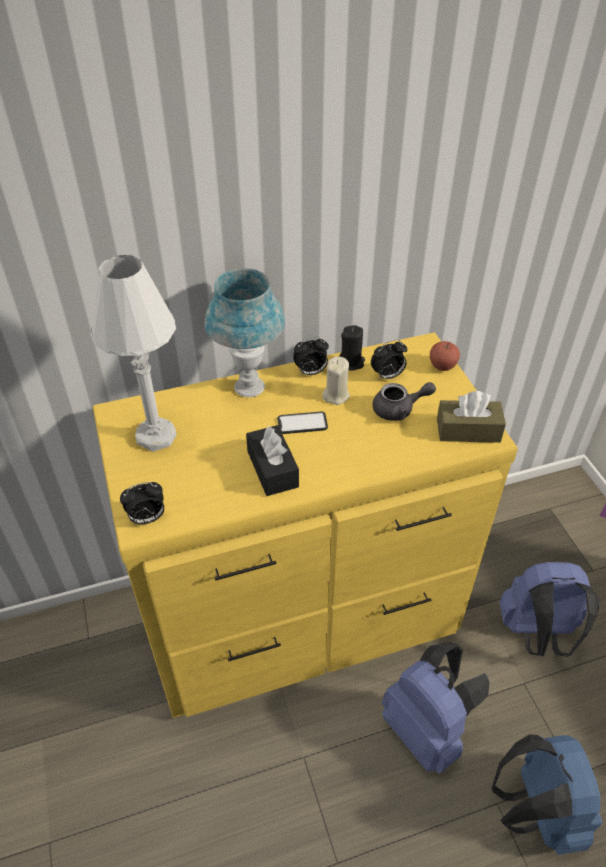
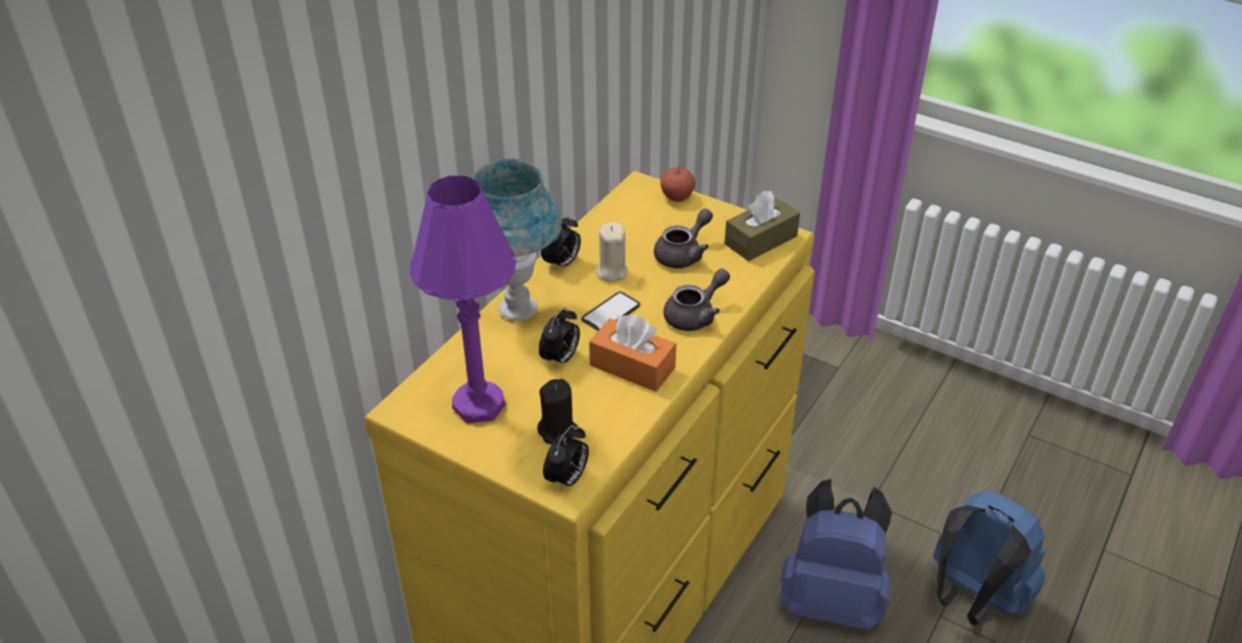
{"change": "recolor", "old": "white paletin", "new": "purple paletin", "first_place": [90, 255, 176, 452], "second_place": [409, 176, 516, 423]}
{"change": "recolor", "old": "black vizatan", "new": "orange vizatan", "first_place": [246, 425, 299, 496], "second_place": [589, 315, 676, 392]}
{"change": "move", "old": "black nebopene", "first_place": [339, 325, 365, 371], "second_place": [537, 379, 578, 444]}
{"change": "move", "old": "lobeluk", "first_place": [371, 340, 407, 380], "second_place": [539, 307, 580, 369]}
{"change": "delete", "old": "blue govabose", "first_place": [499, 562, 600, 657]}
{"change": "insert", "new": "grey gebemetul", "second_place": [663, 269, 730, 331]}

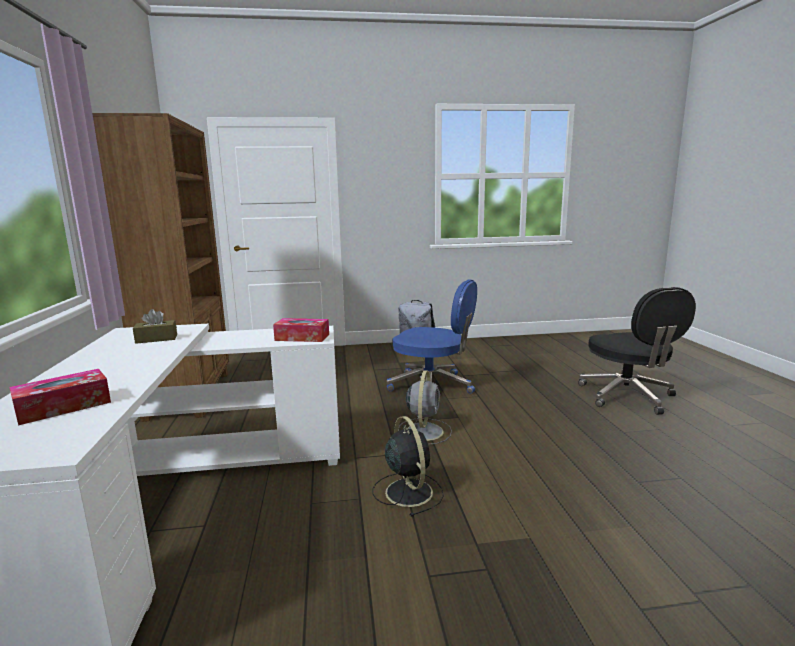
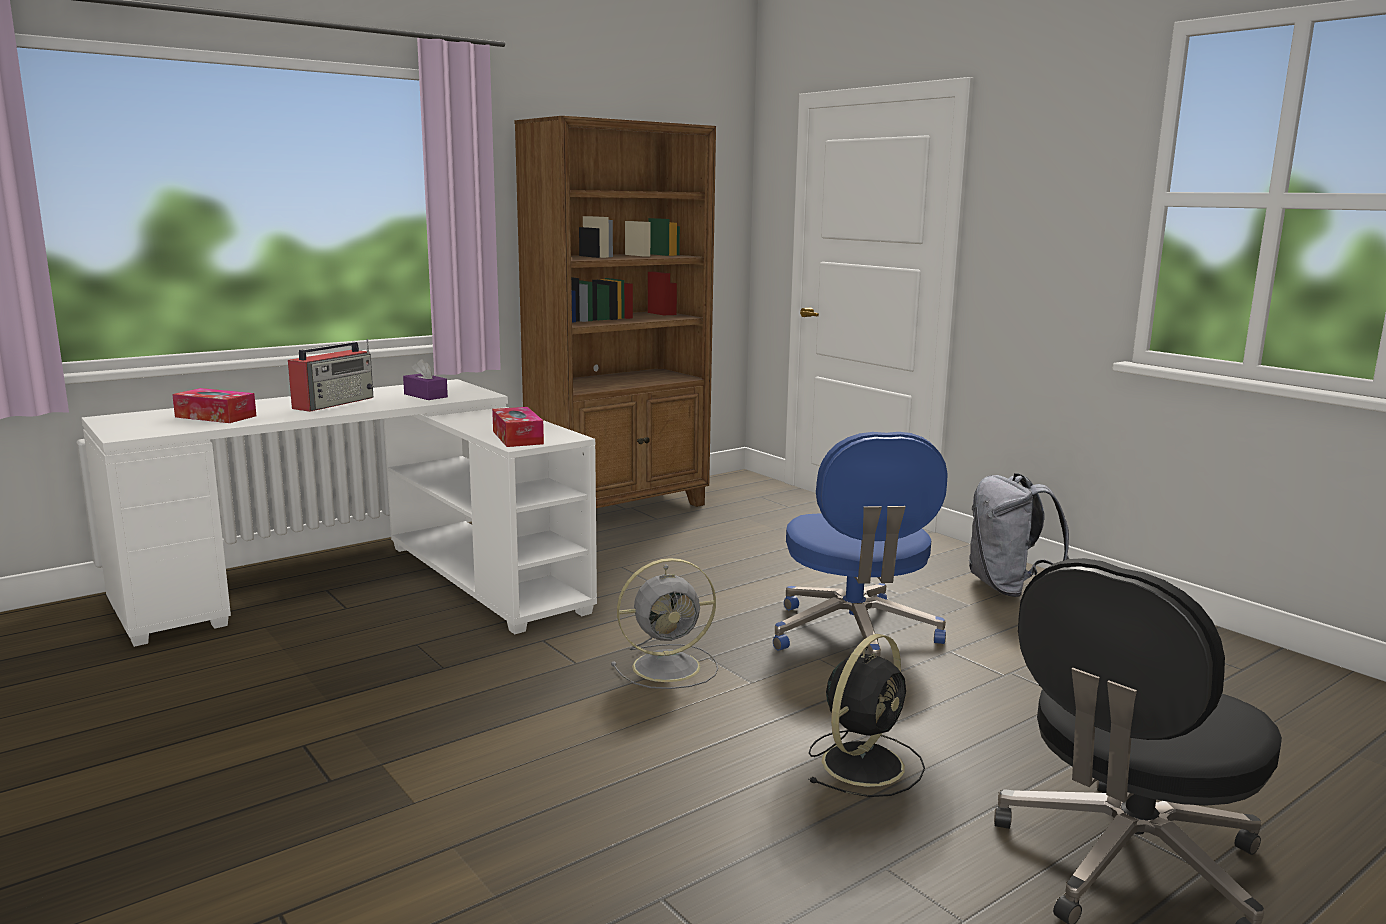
{"change": "recolor", "old": "brown vizatan", "new": "purple vizatan", "first_place": [133, 309, 177, 344], "second_place": [403, 359, 448, 400]}
{"change": "move", "old": "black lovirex", "first_place": [373, 416, 444, 517], "second_place": [808, 634, 925, 797]}
{"change": "insert", "new": "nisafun", "second_place": [288, 339, 373, 412]}

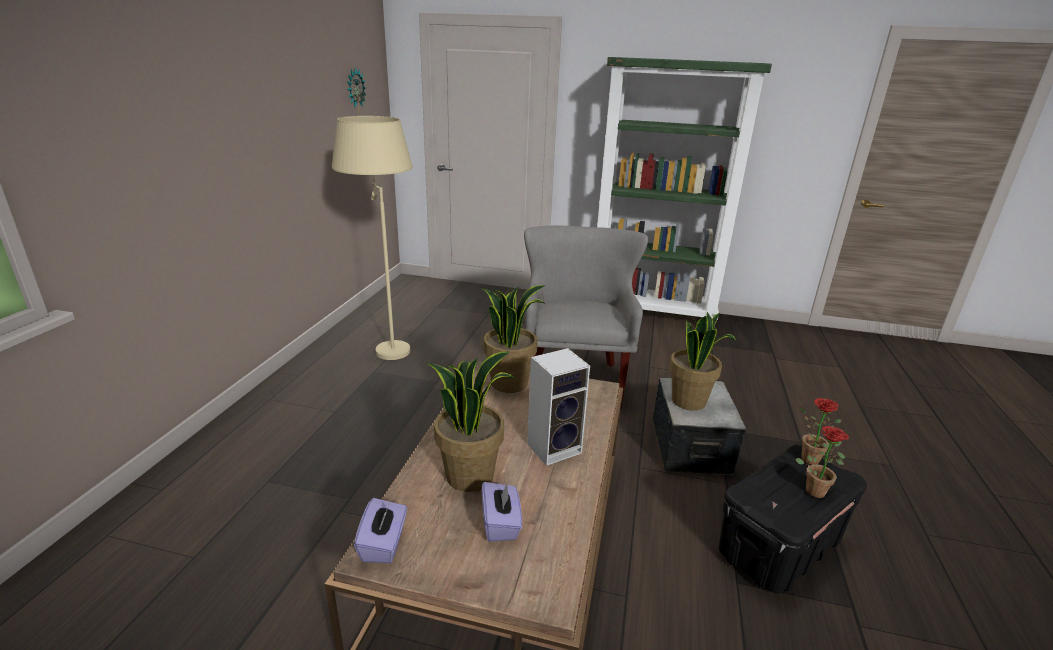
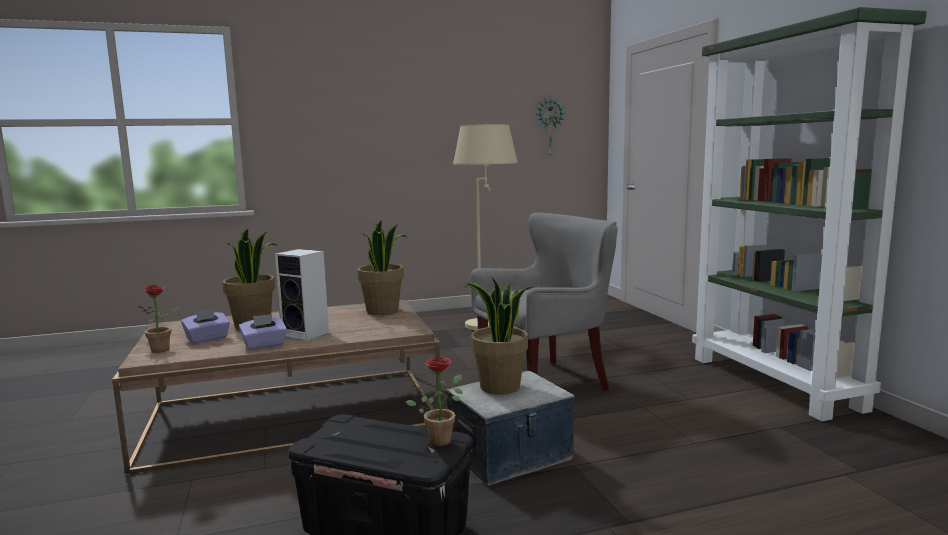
{"change": "move", "old": "purple vizatan", "first_place": [354, 498, 407, 563], "second_place": [239, 314, 287, 350]}
{"change": "move", "old": "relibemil", "first_place": [795, 426, 849, 498], "second_place": [138, 285, 178, 353]}

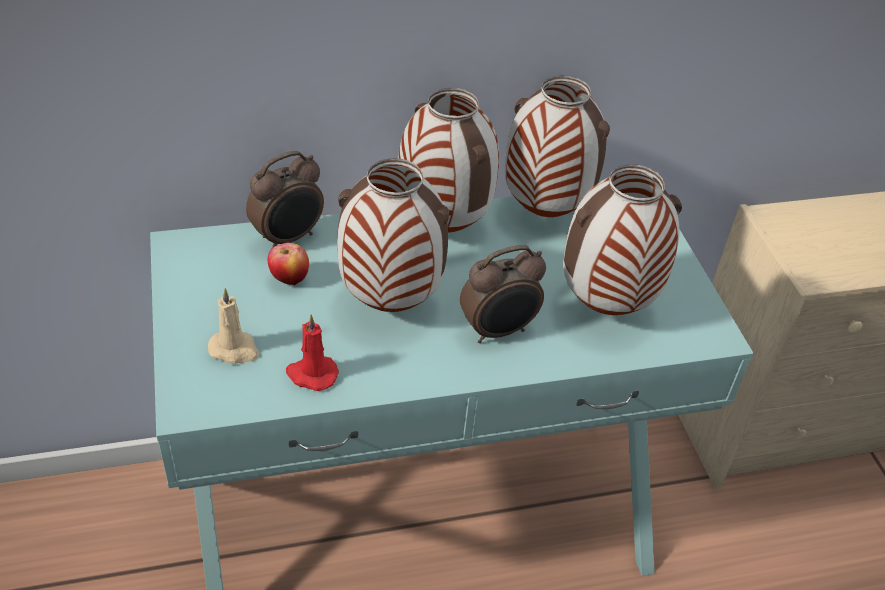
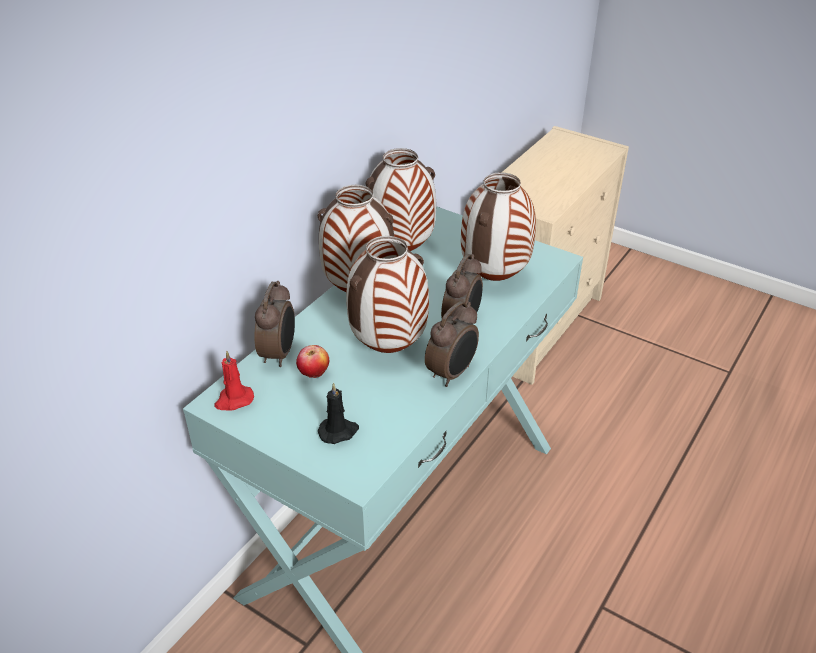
{"change": "recolor", "old": "beige nebopene", "new": "black nebopene", "first_place": [208, 288, 259, 364], "second_place": [318, 383, 359, 444]}
{"change": "move", "old": "red nebopene", "first_place": [286, 315, 339, 391], "second_place": [214, 350, 254, 411]}
{"change": "insert", "new": "lobeluk", "second_place": [425, 301, 479, 387]}

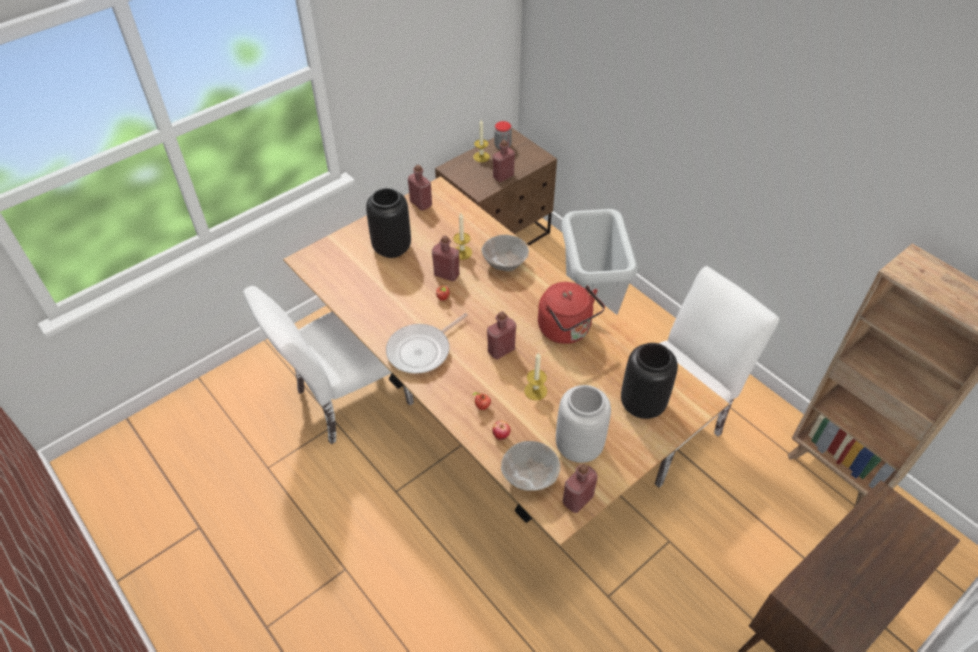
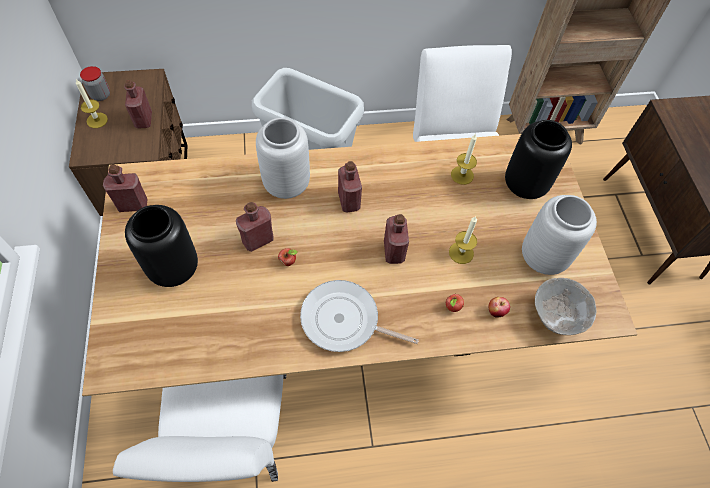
{"change": "rotate", "old": "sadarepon", "first_place": [386, 313, 468, 374], "second_place": [300, 280, 419, 352], "degrees": 120}
{"change": "move", "old": "nebopene", "first_place": [453, 213, 472, 260], "second_place": [451, 133, 477, 185]}
{"change": "replace", "old": "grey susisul", "new": "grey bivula", "first_place": [481, 235, 529, 272], "second_place": [256, 118, 310, 199]}
{"change": "delete", "old": "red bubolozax", "first_place": [538, 282, 605, 344]}
{"change": "move", "old": "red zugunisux", "first_place": [563, 464, 598, 513], "second_place": [338, 161, 362, 213]}

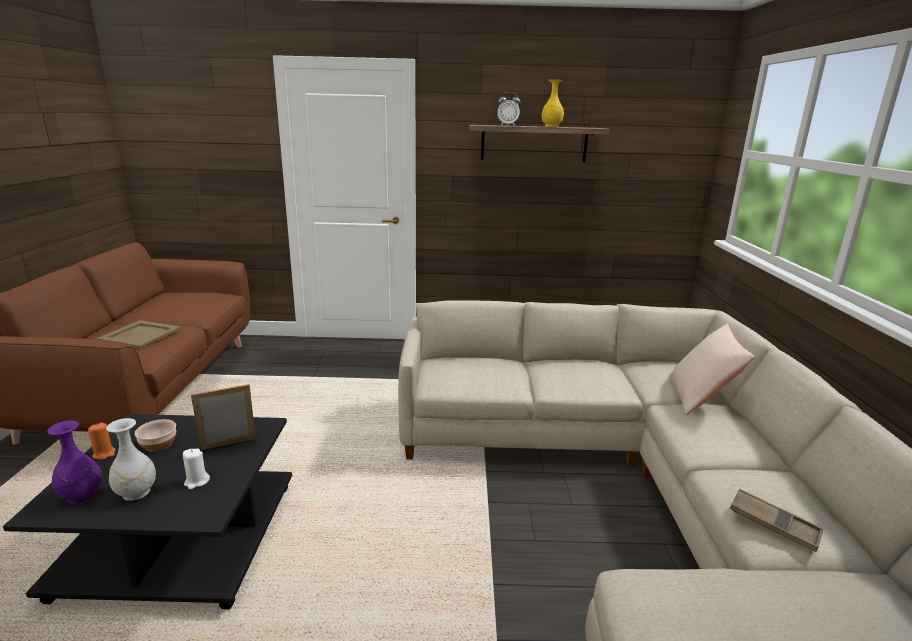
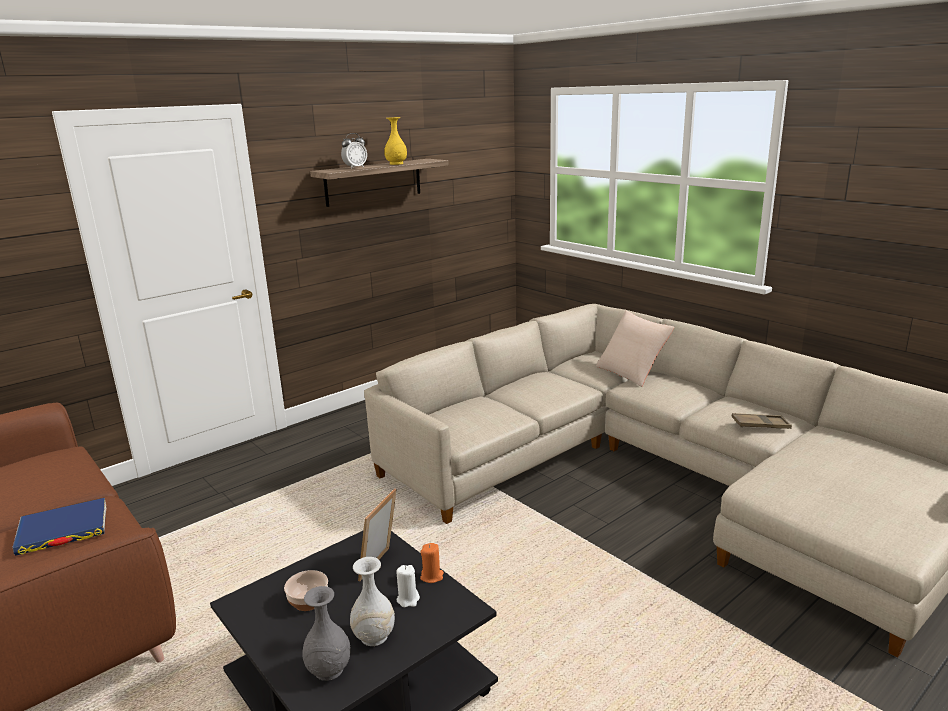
{"change": "recolor", "old": "purple bivula", "new": "grey bivula", "first_place": [47, 421, 102, 504], "second_place": [302, 586, 351, 681]}
{"change": "move", "old": "orange nebopene", "first_place": [88, 423, 116, 460], "second_place": [420, 543, 444, 583]}
{"change": "replace", "old": "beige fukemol", "new": "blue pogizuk", "first_place": [96, 320, 181, 348], "second_place": [12, 498, 107, 556]}

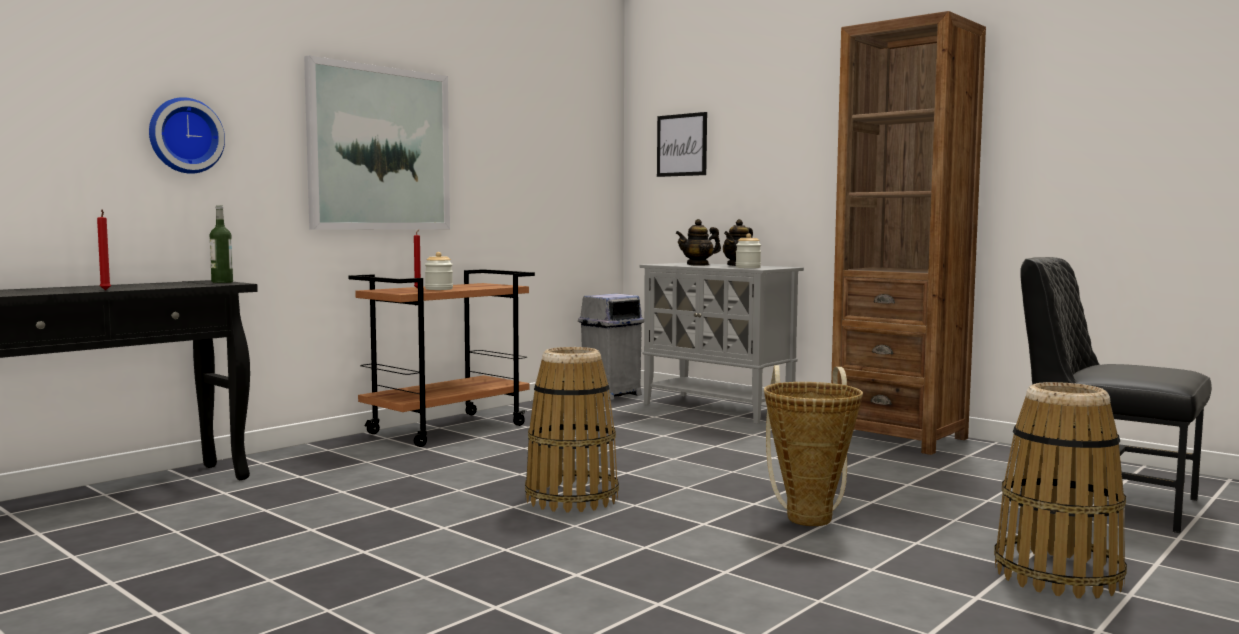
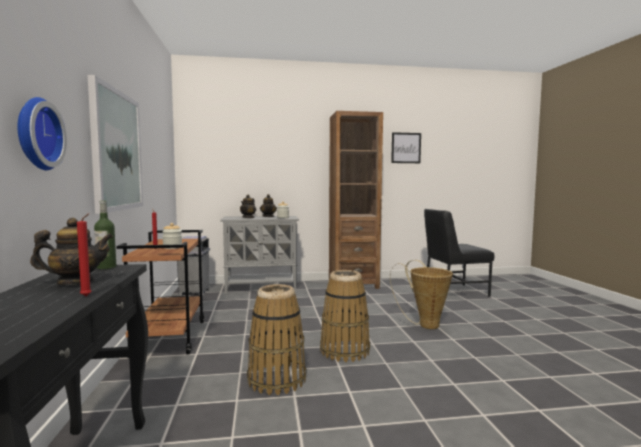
{"change": "move", "old": "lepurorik", "first_place": [657, 112, 707, 177], "second_place": [391, 132, 421, 163]}
{"change": "move", "old": "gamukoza", "first_place": [994, 382, 1127, 598], "second_place": [247, 284, 306, 395]}
{"change": "insert", "new": "gebemetul", "second_place": [30, 218, 113, 285]}

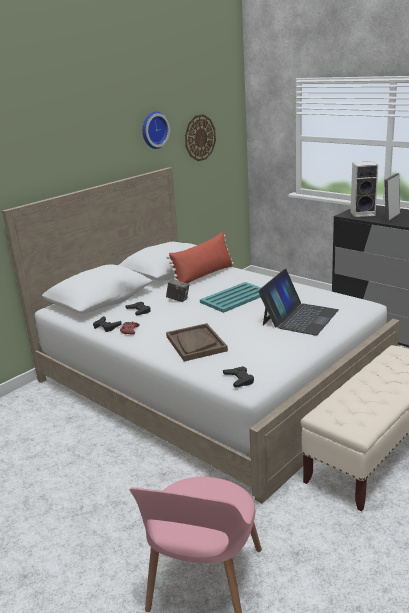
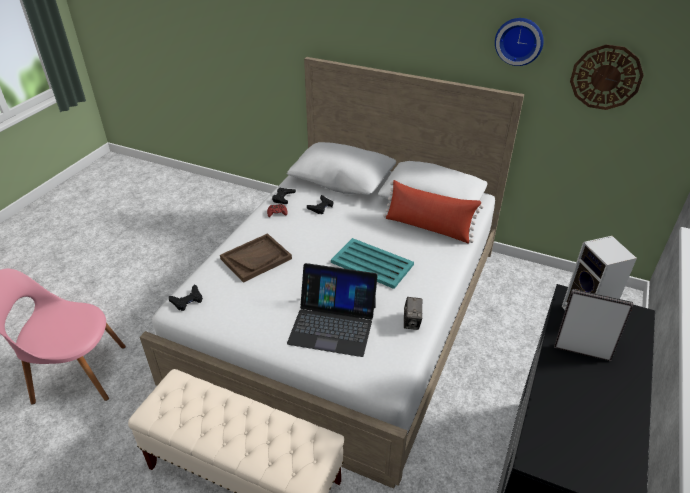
{"change": "move", "old": "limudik", "first_place": [166, 279, 189, 302], "second_place": [404, 297, 423, 330]}

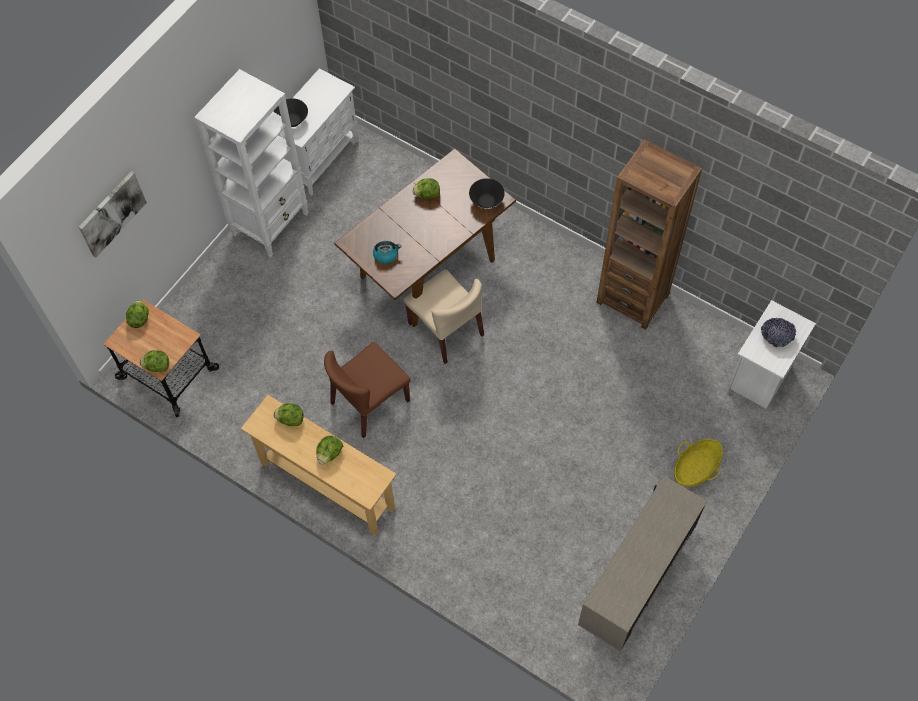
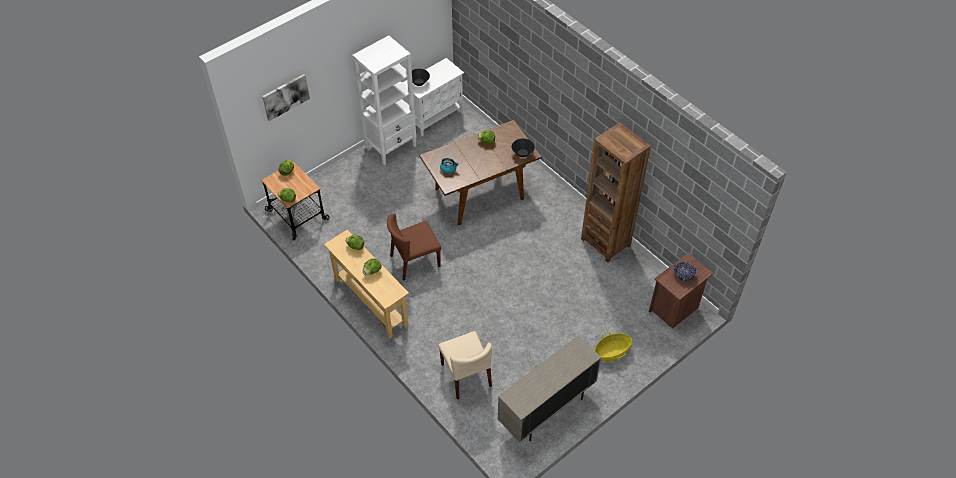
{"change": "move", "old": "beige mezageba", "first_place": [404, 269, 484, 364], "second_place": [438, 331, 492, 400]}
{"change": "recolor", "old": "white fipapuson", "new": "brown fipapuson", "first_place": [726, 300, 816, 409], "second_place": [649, 253, 713, 329]}

